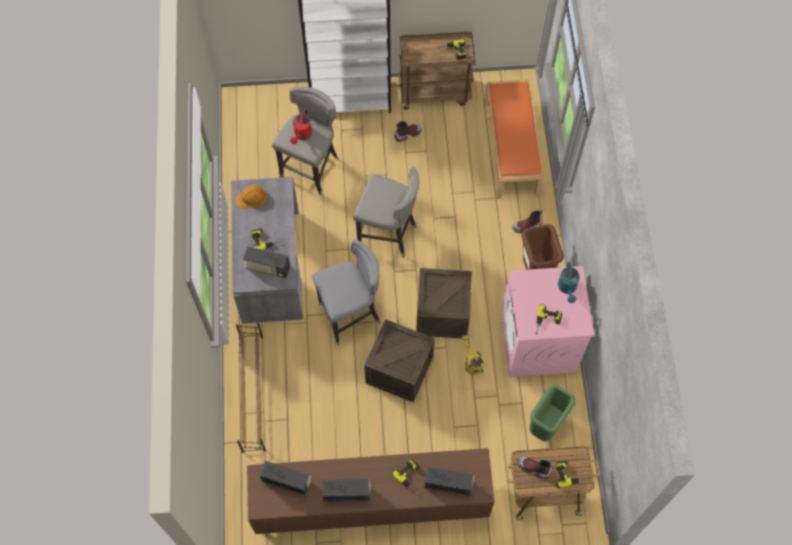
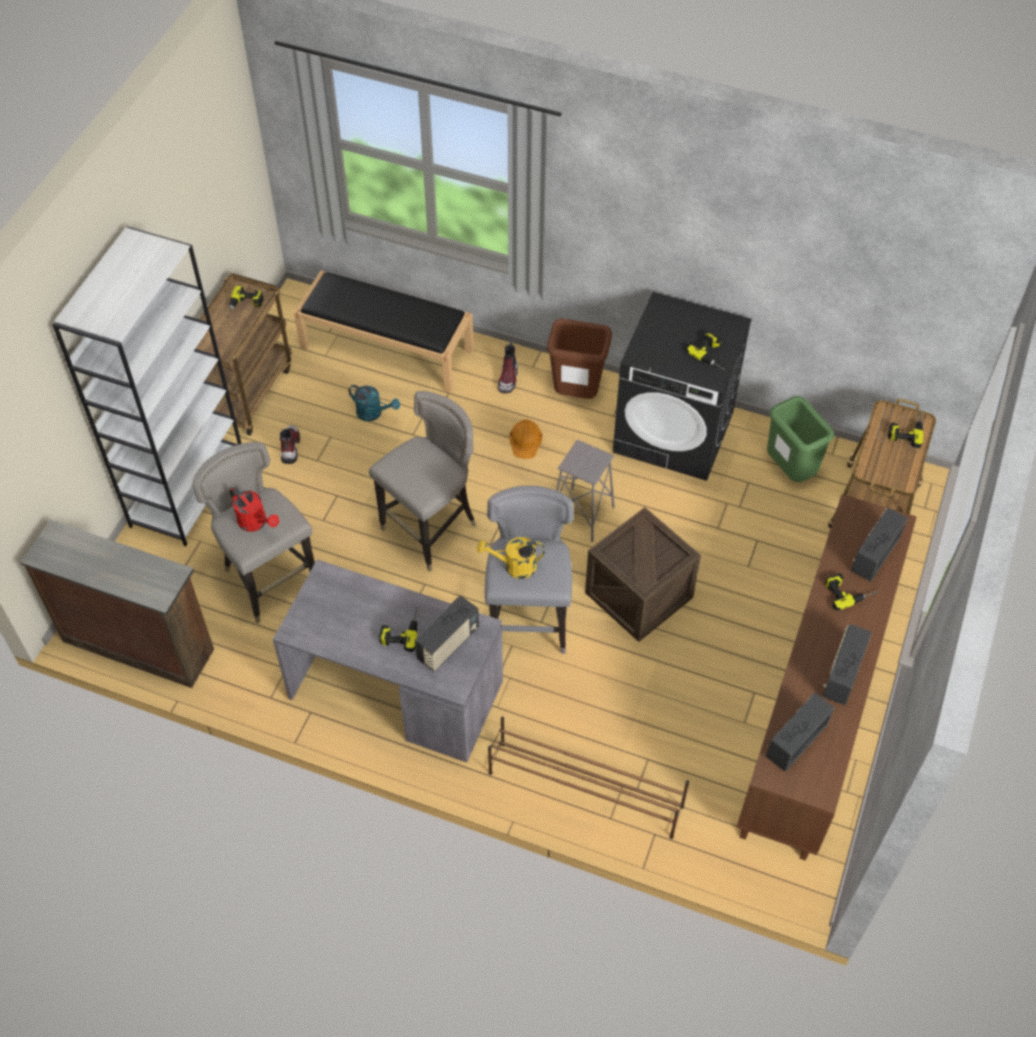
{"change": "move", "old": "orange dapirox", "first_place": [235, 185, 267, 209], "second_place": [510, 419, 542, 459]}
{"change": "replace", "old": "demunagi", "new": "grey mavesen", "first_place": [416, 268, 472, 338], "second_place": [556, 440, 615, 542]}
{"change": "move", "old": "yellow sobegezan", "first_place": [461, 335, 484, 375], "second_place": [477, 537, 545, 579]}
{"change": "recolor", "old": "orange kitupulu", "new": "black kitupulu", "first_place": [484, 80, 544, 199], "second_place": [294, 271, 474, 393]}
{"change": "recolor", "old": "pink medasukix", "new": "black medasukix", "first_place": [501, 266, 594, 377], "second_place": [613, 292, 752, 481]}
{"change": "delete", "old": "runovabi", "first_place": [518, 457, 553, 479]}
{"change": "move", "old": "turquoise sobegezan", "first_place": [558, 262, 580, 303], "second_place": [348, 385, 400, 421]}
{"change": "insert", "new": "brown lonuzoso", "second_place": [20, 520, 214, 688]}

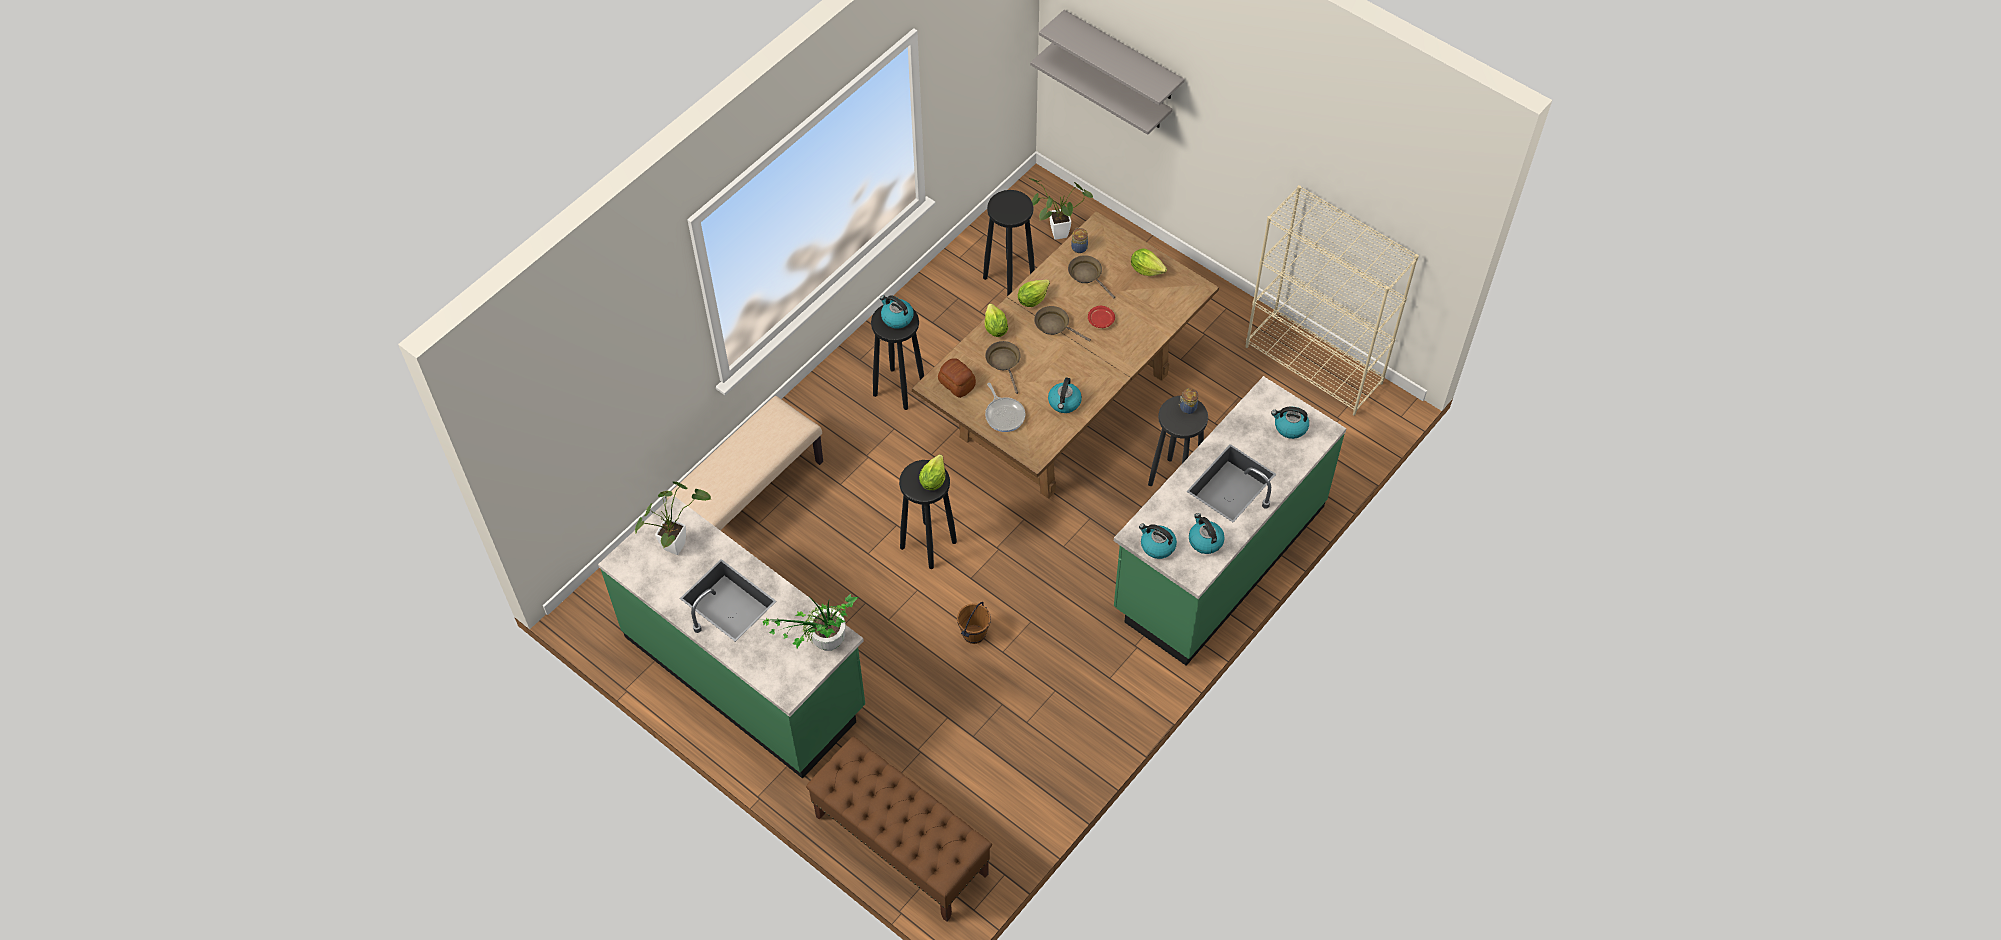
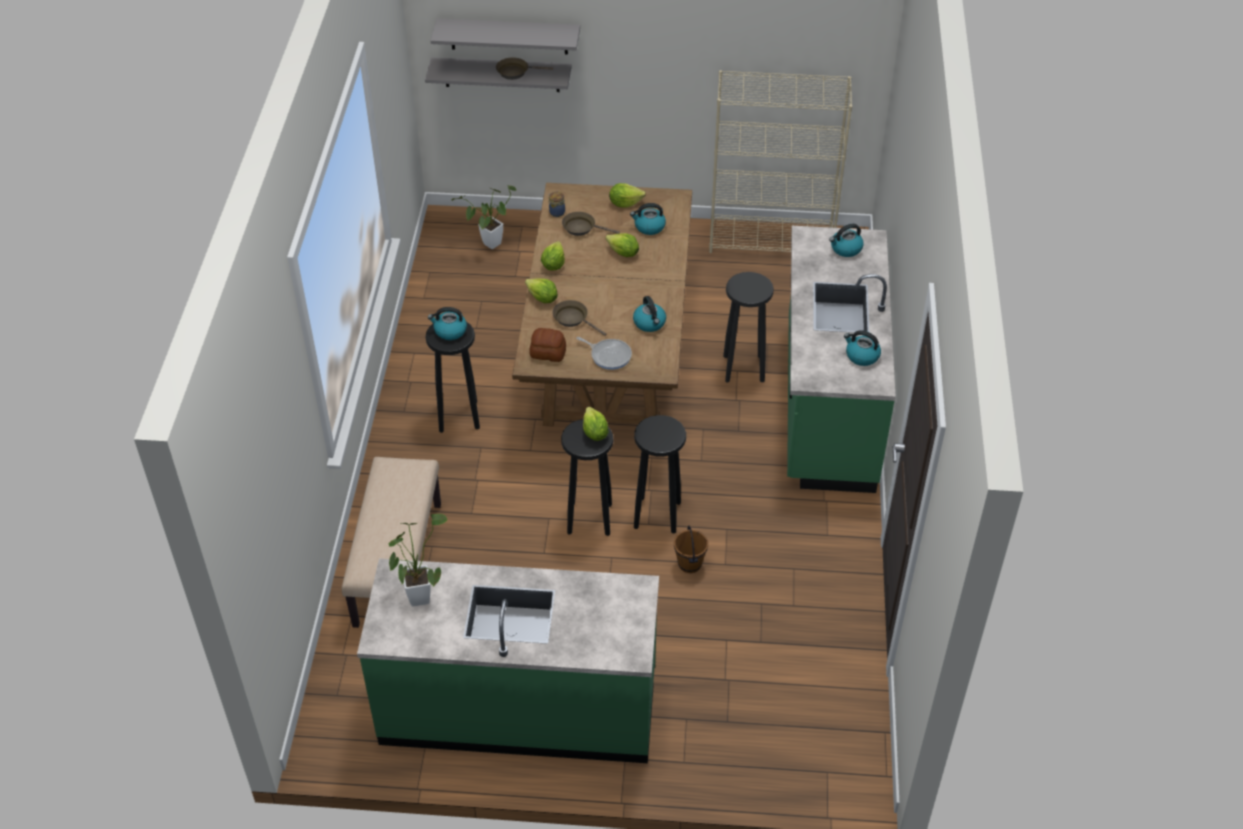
{"change": "delete", "old": "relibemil", "first_place": [763, 594, 859, 651]}
{"change": "delete", "old": "brown kitupulu", "first_place": [806, 736, 992, 922]}
{"change": "move", "old": "black mavesen", "first_place": [983, 190, 1035, 296], "second_place": [634, 415, 686, 533]}
{"change": "move", "old": "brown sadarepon", "first_place": [1034, 306, 1091, 342], "second_place": [496, 57, 553, 80]}
{"change": "replace", "old": "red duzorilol", "new": "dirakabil", "first_place": [1088, 306, 1115, 328], "second_place": [605, 233, 639, 257]}
{"change": "move", "old": "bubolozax", "first_place": [1139, 523, 1177, 559], "second_place": [630, 203, 666, 235]}
{"change": "delete", "old": "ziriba", "first_place": [1179, 388, 1198, 414]}

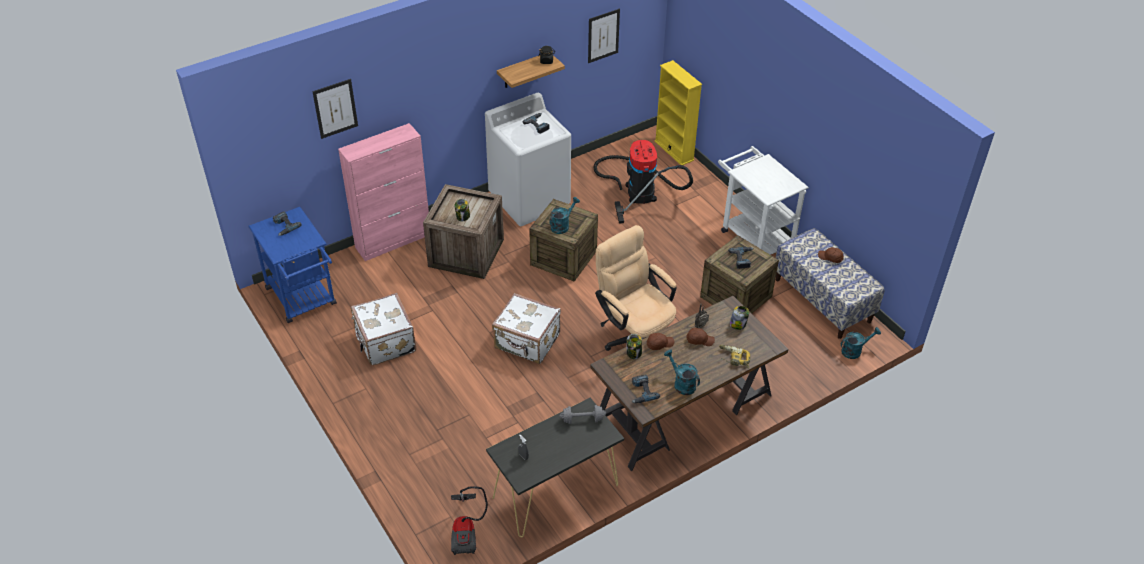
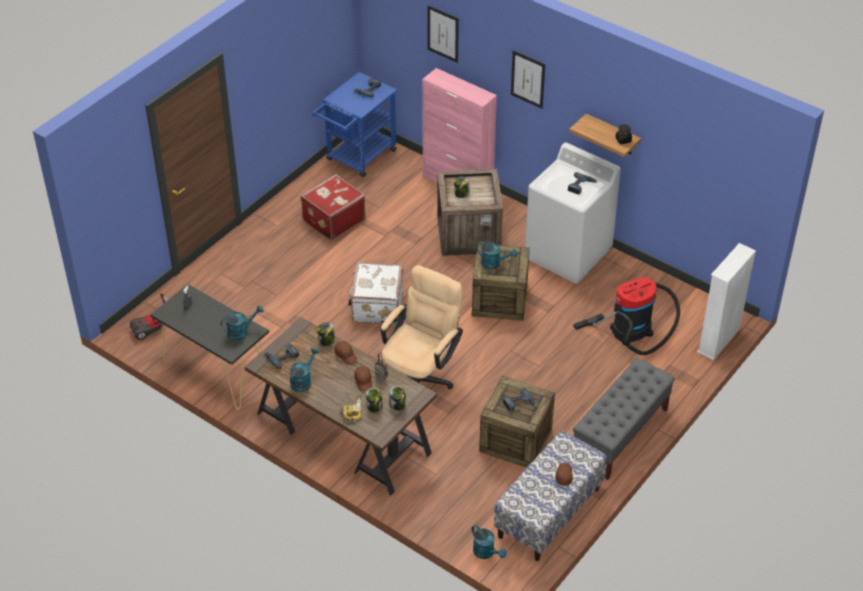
{"change": "recolor", "old": "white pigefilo", "new": "red pigefilo", "first_place": [351, 293, 416, 365], "second_place": [300, 174, 366, 240]}
{"change": "replace", "old": "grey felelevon", "new": "turquoise sobegezan", "first_place": [560, 405, 606, 424], "second_place": [221, 305, 264, 340]}
{"change": "move", "old": "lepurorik", "first_place": [588, 9, 620, 63], "second_place": [511, 50, 545, 109]}
{"change": "recolor", "old": "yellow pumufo", "new": "white pumufo", "first_place": [654, 60, 702, 165], "second_place": [697, 243, 756, 360]}
{"change": "replace", "old": "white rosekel", "new": "grey kitupulu", "first_place": [718, 146, 809, 255], "second_place": [573, 358, 675, 480]}
{"change": "insert", "new": "ziriba", "second_place": [366, 388, 383, 413]}

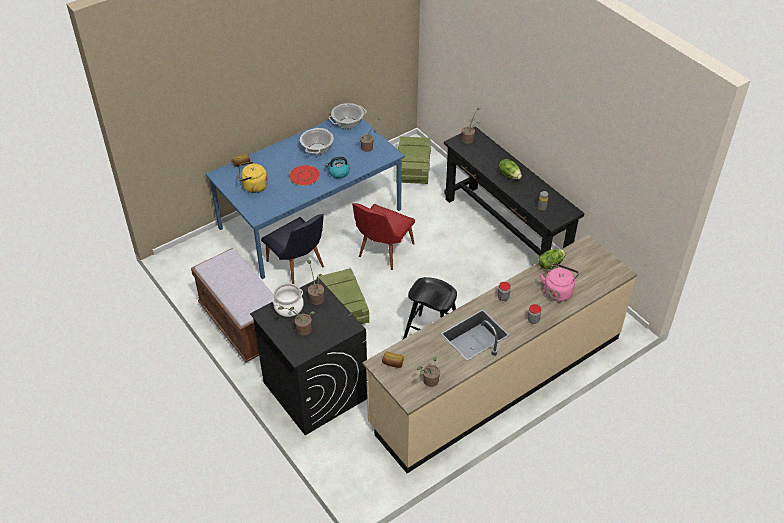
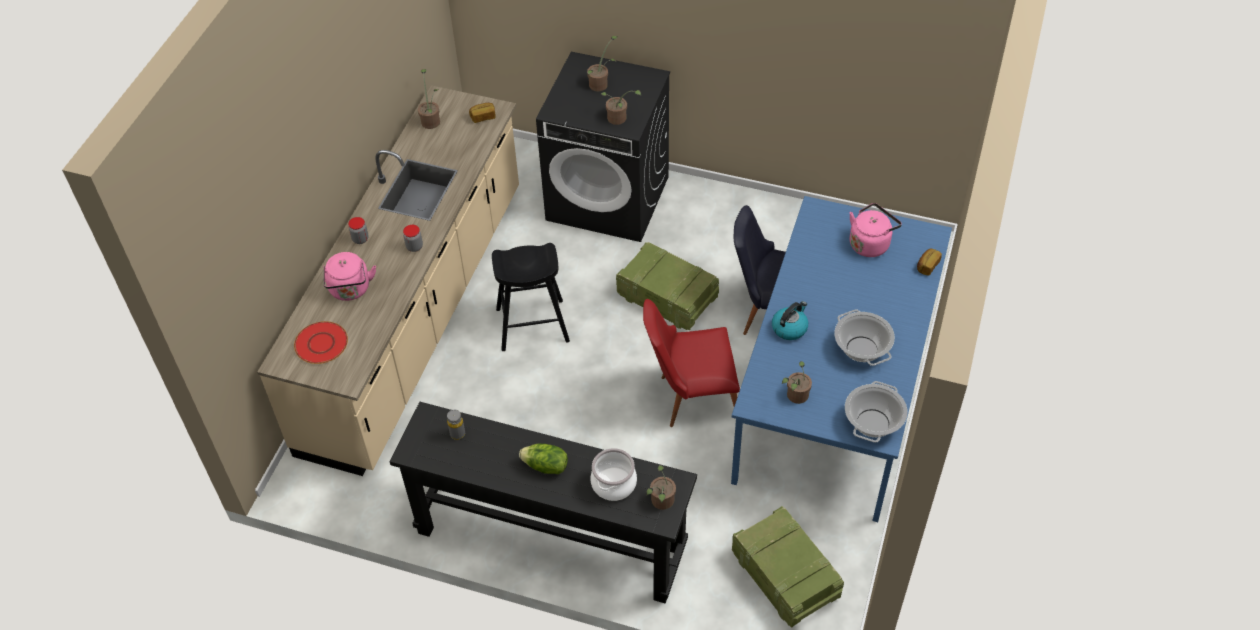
{"change": "delete", "old": "brown kitupulu", "first_place": [191, 248, 274, 362]}
{"change": "recolor", "old": "yellow bubolozax", "new": "pink bubolozax", "first_place": [238, 161, 268, 193], "second_place": [850, 203, 902, 257]}
{"change": "move", "old": "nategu", "first_place": [273, 283, 304, 317], "second_place": [590, 448, 637, 501]}
{"change": "move", "old": "red duzorilol", "first_place": [289, 165, 320, 186], "second_place": [294, 321, 348, 364]}
{"change": "rotate", "old": "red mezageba", "first_place": [352, 203, 415, 270], "second_place": [643, 299, 740, 427], "degrees": -90}
{"change": "delete", "old": "dirakabil", "first_place": [538, 249, 566, 269]}

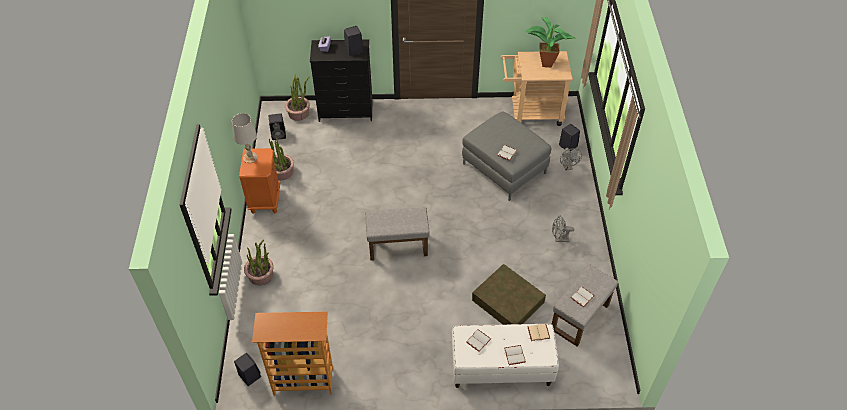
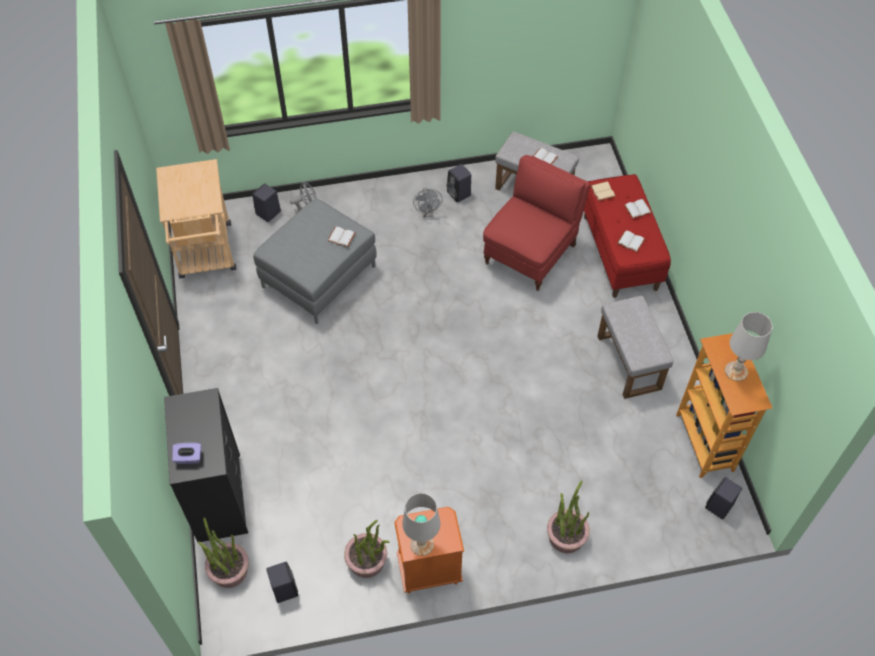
{"change": "move", "old": "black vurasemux", "first_place": [344, 26, 363, 56], "second_place": [446, 164, 471, 202]}
{"change": "move", "old": "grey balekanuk", "first_place": [365, 207, 430, 261], "second_place": [597, 296, 674, 399]}
{"change": "recolor", "old": "white kitupulu", "new": "red kitupulu", "first_place": [452, 324, 559, 388], "second_place": [584, 174, 671, 298]}
{"change": "replace", "old": "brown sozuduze", "new": "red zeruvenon", "first_place": [472, 264, 546, 325], "second_place": [483, 155, 590, 291]}
{"change": "delete", "old": "relibemil", "first_place": [525, 17, 576, 67]}
{"change": "insert", "new": "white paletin", "second_place": [725, 312, 773, 381]}

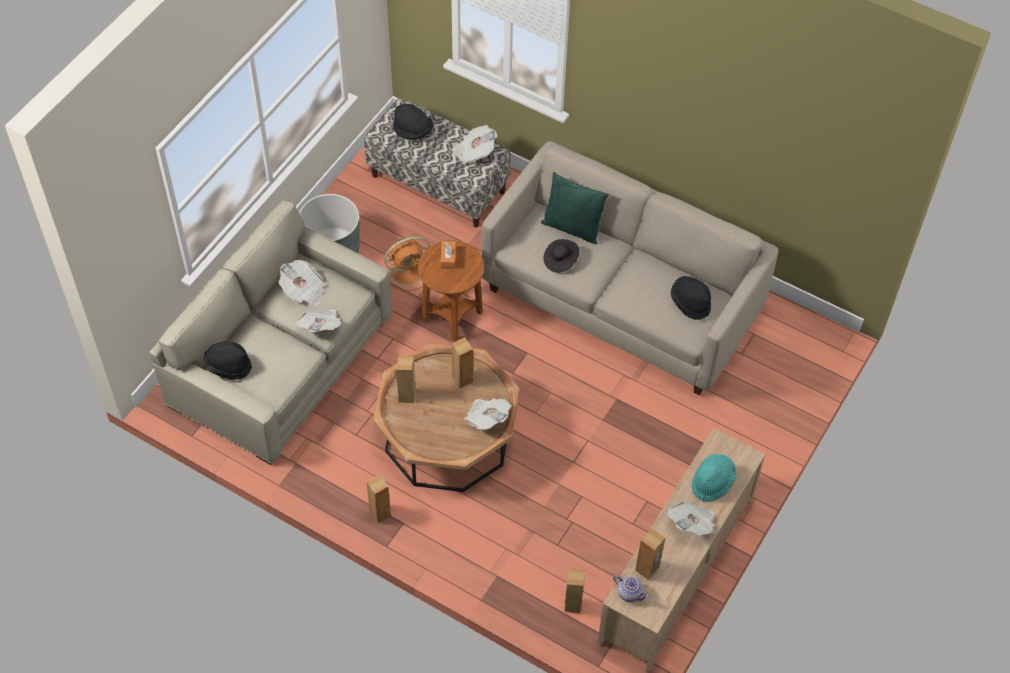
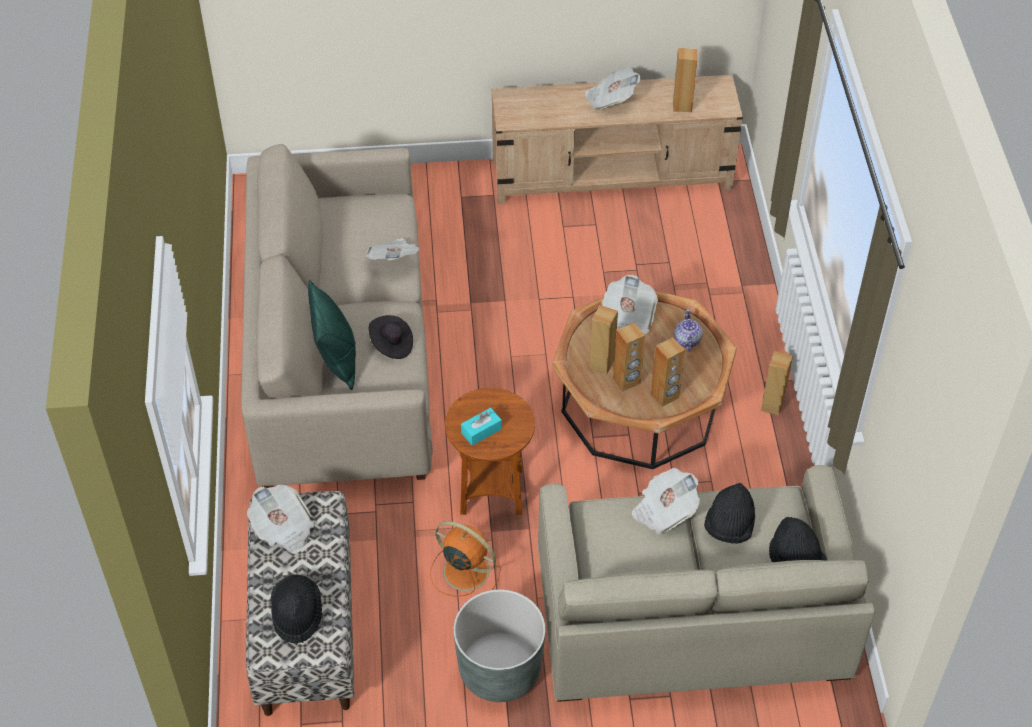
{"change": "move", "old": "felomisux", "first_place": [279, 260, 326, 306], "second_place": [365, 238, 421, 260]}
{"change": "recolor", "old": "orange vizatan", "new": "turquoise vizatan", "first_place": [441, 241, 456, 269], "second_place": [461, 408, 502, 446]}
{"change": "move", "old": "brown vurasemux", "first_place": [565, 568, 586, 614], "second_place": [613, 323, 645, 392]}
{"change": "move", "old": "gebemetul", "first_place": [613, 575, 649, 602], "second_place": [674, 309, 703, 352]}
{"change": "move", "old": "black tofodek", "first_place": [671, 276, 711, 320], "second_place": [704, 483, 755, 544]}
{"change": "delete", "old": "turquoise tofodek", "first_place": [691, 454, 737, 502]}

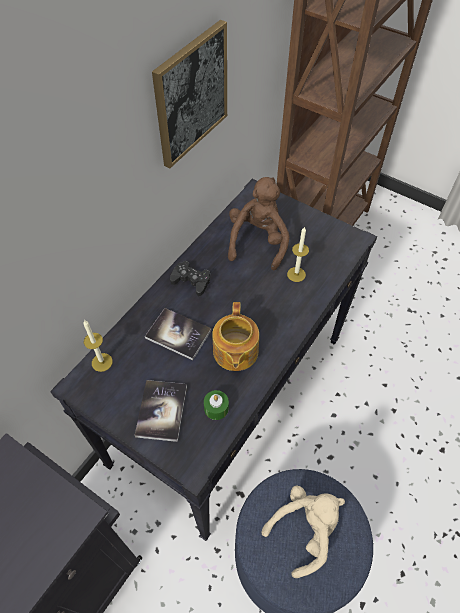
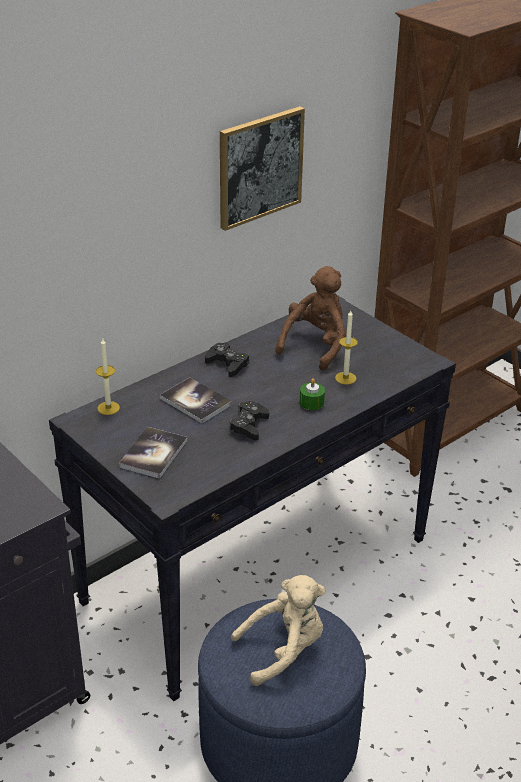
{"change": "move", "old": "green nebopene", "first_place": [204, 390, 229, 420], "second_place": [300, 378, 325, 410]}
{"change": "replace", "old": "gebemetul", "new": "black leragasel", "first_place": [212, 302, 259, 371], "second_place": [229, 401, 269, 440]}

